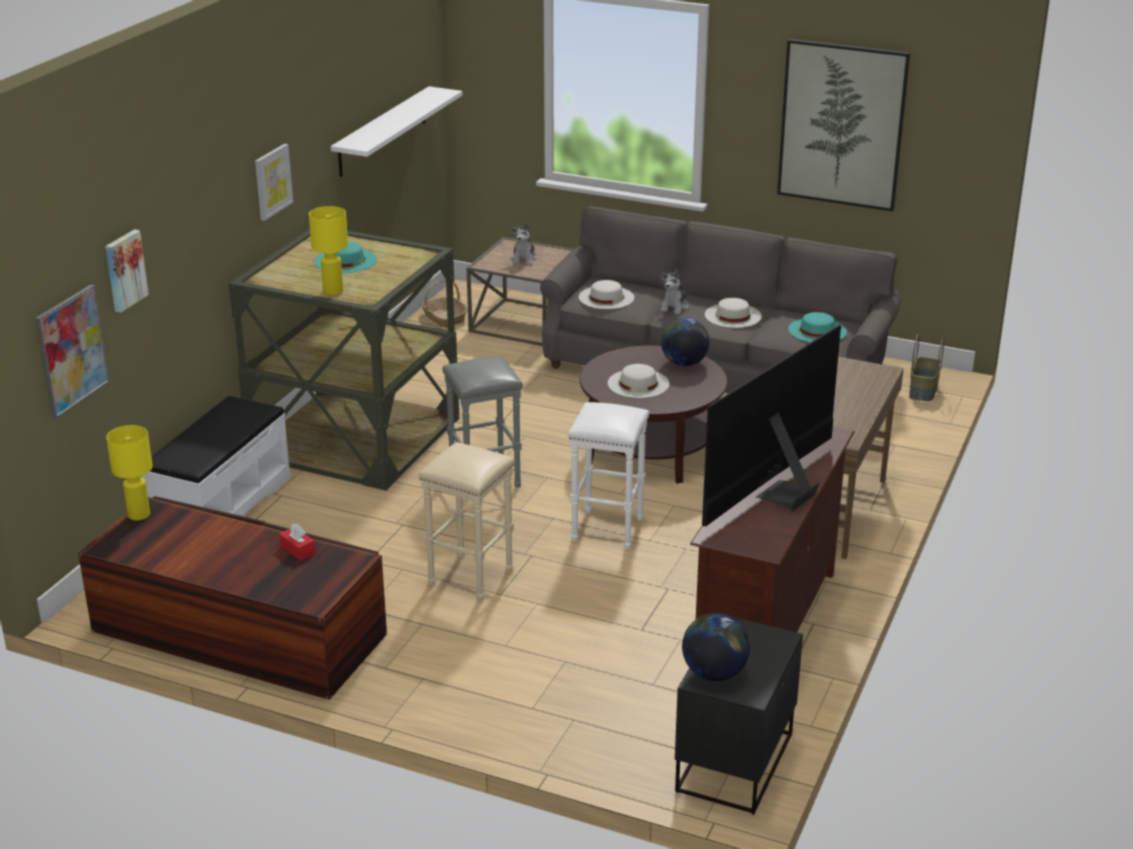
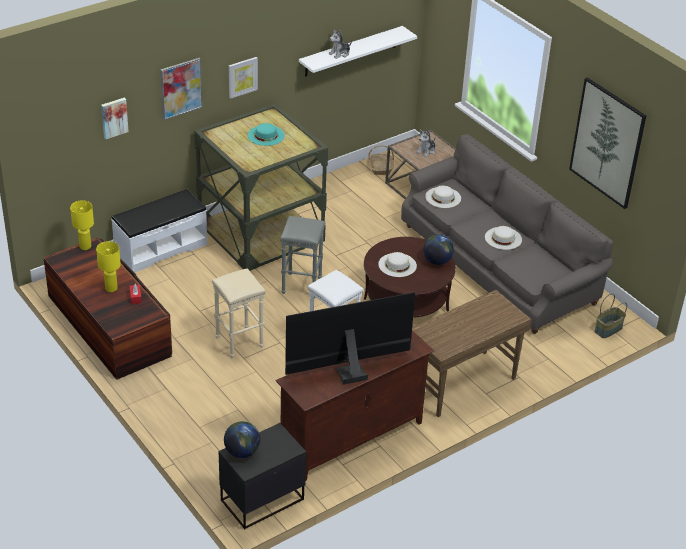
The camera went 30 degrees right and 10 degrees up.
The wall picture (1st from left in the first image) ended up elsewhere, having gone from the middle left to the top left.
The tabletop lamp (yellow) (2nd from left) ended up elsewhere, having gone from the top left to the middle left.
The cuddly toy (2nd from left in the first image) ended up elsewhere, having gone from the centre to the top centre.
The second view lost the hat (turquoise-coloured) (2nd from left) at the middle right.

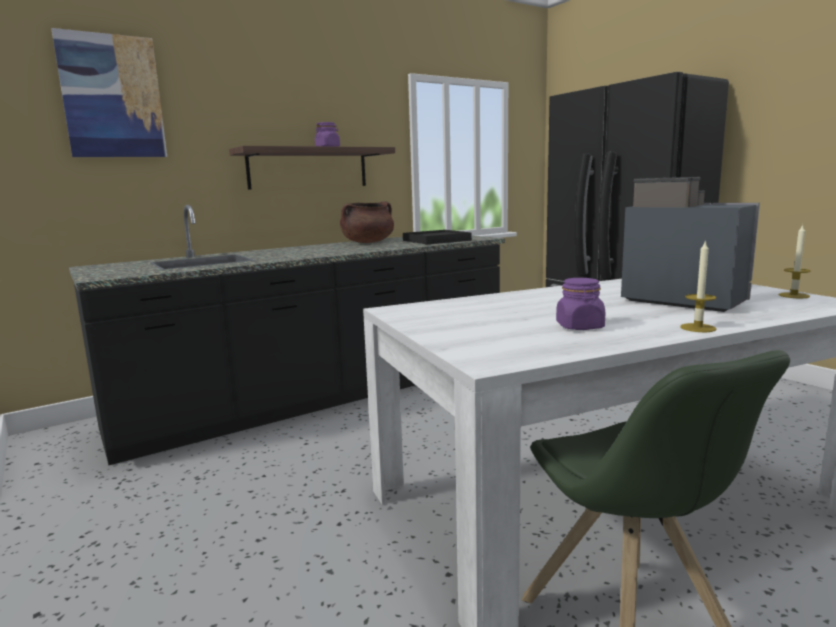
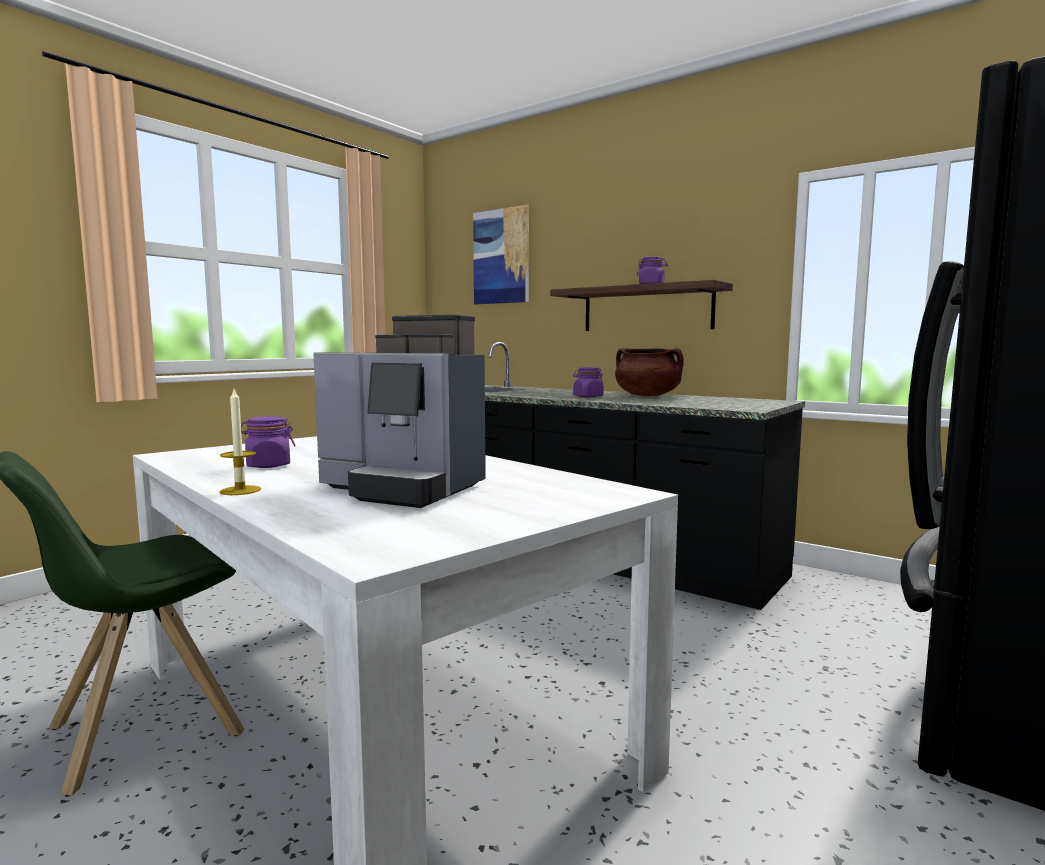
The camera went 70 degrees right and 5 degrees down.
The second view lost the serving tray (black-coloured) at the centre.
The coffee brewer at the middle right ended up facing another way, 90 degrees clockwise from before.
The second view lost the wax light (2nd from left) at the middle right.
The second view gained the jar (purple) (2nd from left) at the centre.

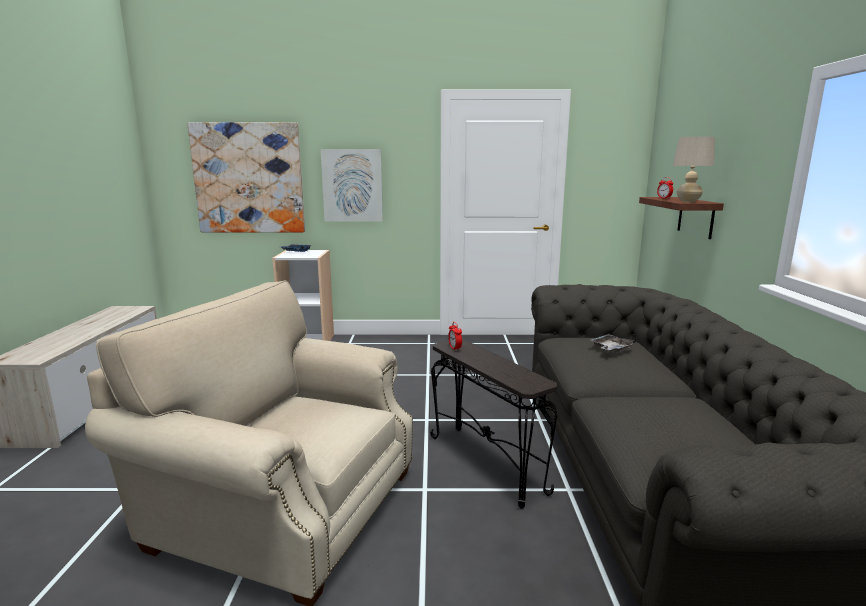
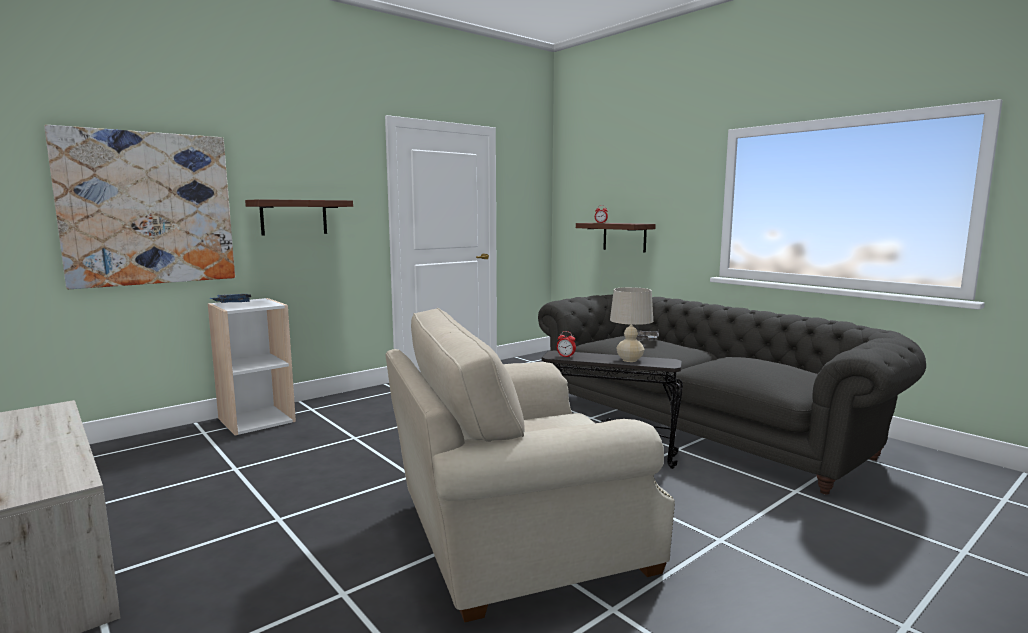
The camera went 40 degrees left and 5 degrees down.
Where the wall picture (2nd from left) hung at the top centre, the bracket shelf (1st from left) came to hang at the middle left.
The tabletop lamp (beige) ended up elsewhere, having gone from the top right to the centre.

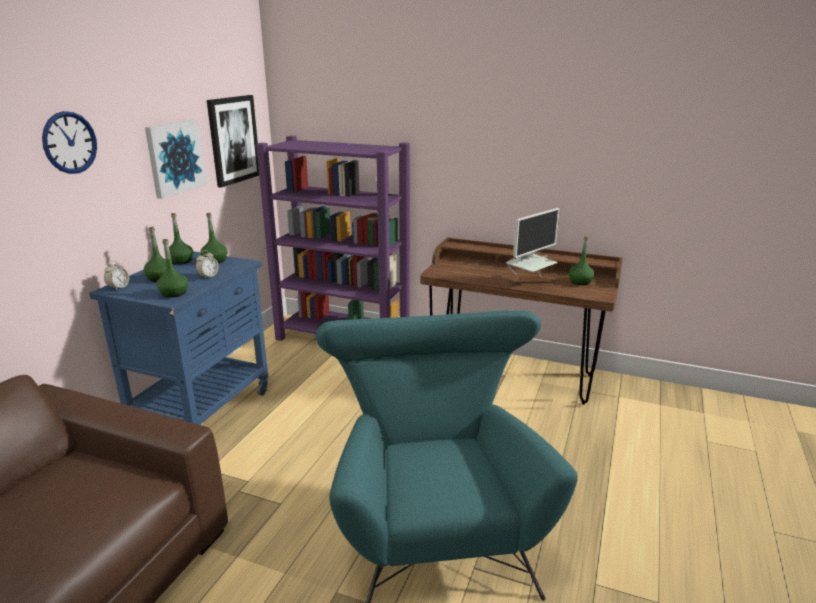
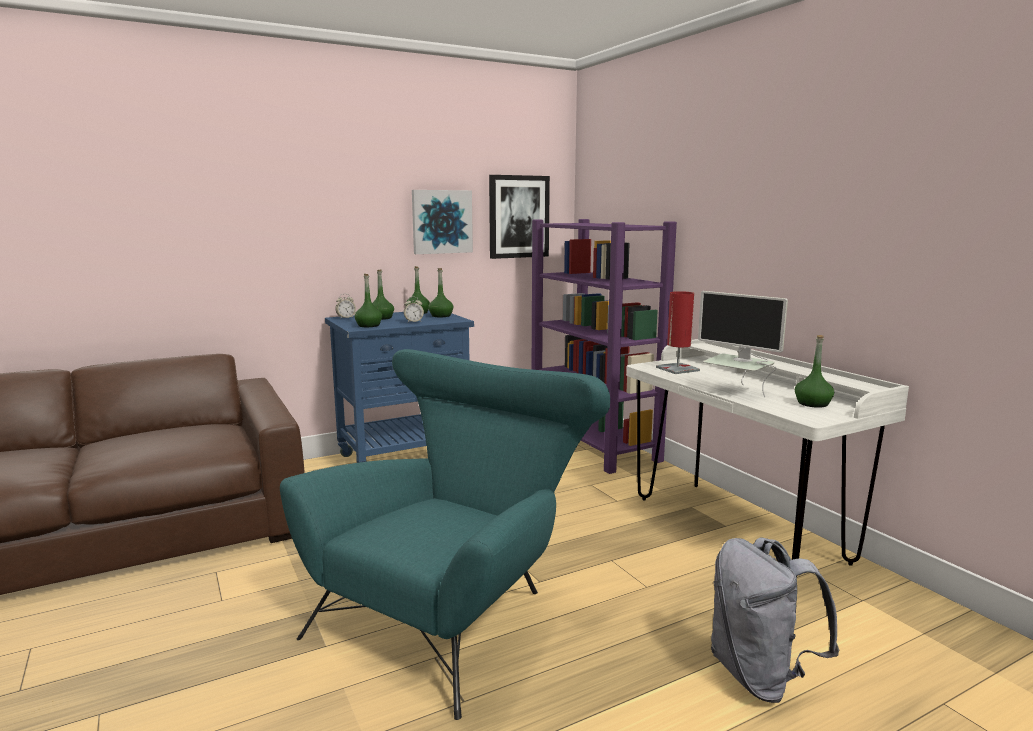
The camera went 40 degrees right and 10 degrees down.
The second view lost the hanging clock at the top left.
What was the desk (brown) at the centre turned into the desk (white) at the middle right.
The computer display at the centre ended up facing another way, 45 degrees clockwise from before.
The second view gained the tabletop lamp (red-coloured) at the centre.
The second view gained the rucksack (greyish) at the bottom right.

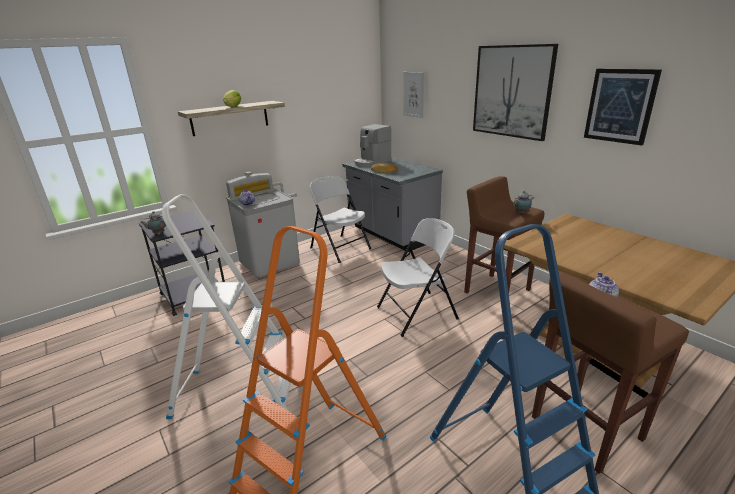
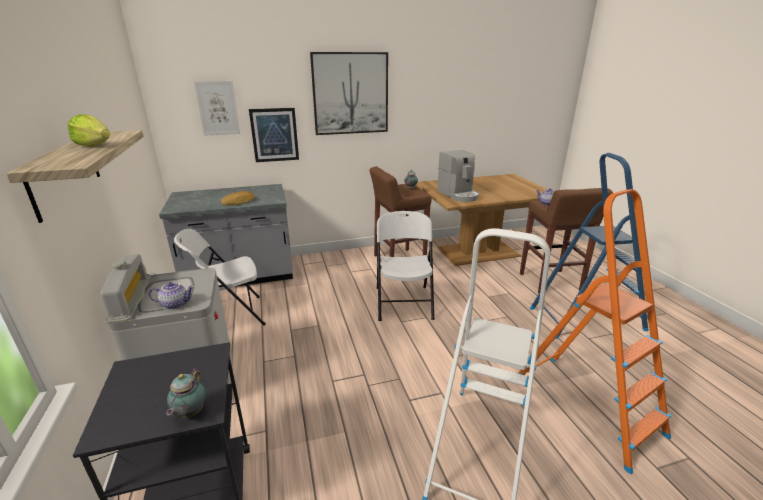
The camera went 70 degrees left and 0 degrees up.
The coffee brewer ended up elsewhere, having gone from the top centre to the centre.
The wall picture (3rd from left in the first image) ended up elsewhere, having gone from the top right to the top centre.

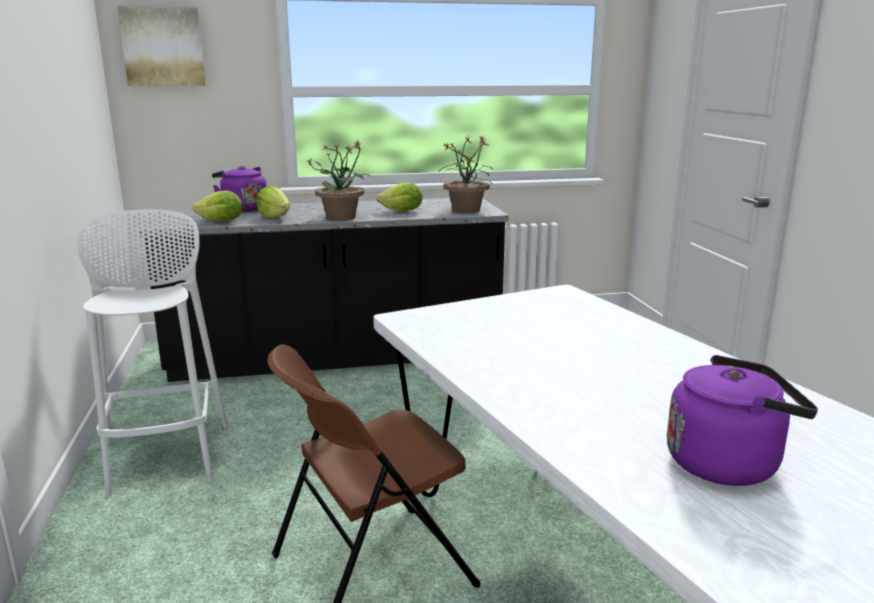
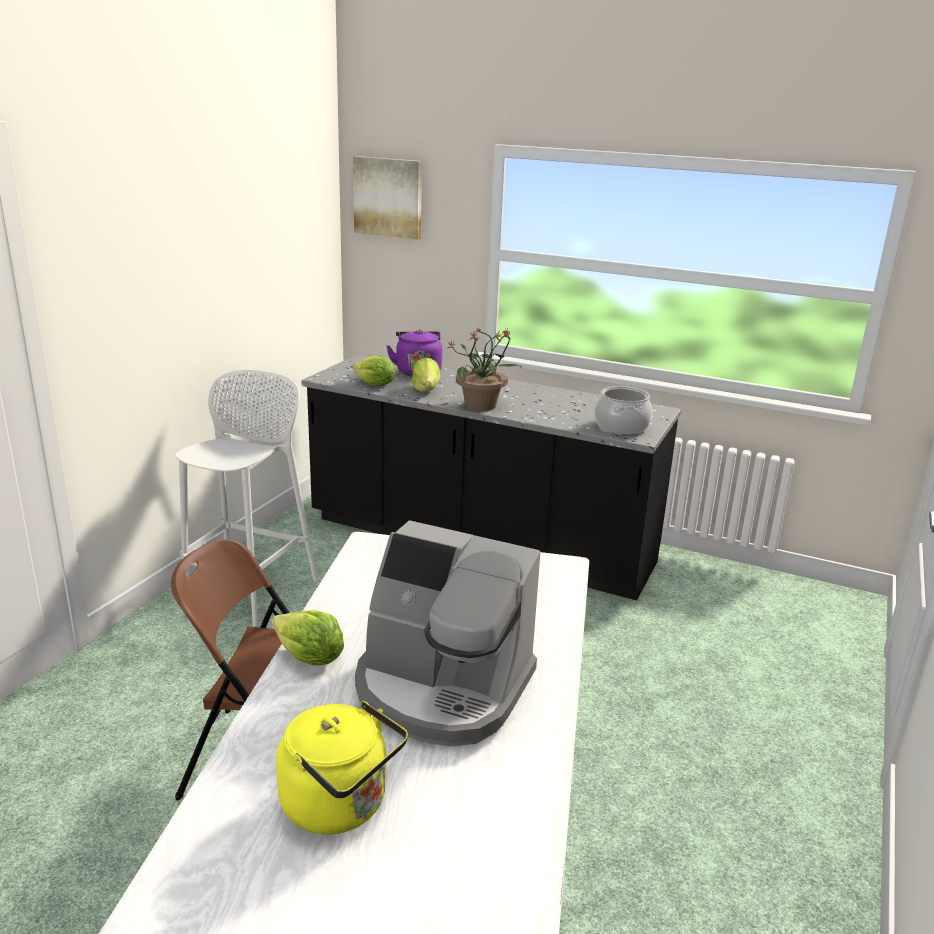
The camera went 35 degrees right and 5 degrees up.
The lettuce head (3rd from left in the first image) ended up elsewhere, having gone from the top centre to the bottom left.
Where the plant in a pot (2nd from left) stood at the top centre, the saucepot came to stand at the middle right.
What was the water kettle (purple) (2nd from left) at the bottom right turned into the water kettle (yellow) at the bottom centre.
The second view gained the coffee brewer at the bottom centre.

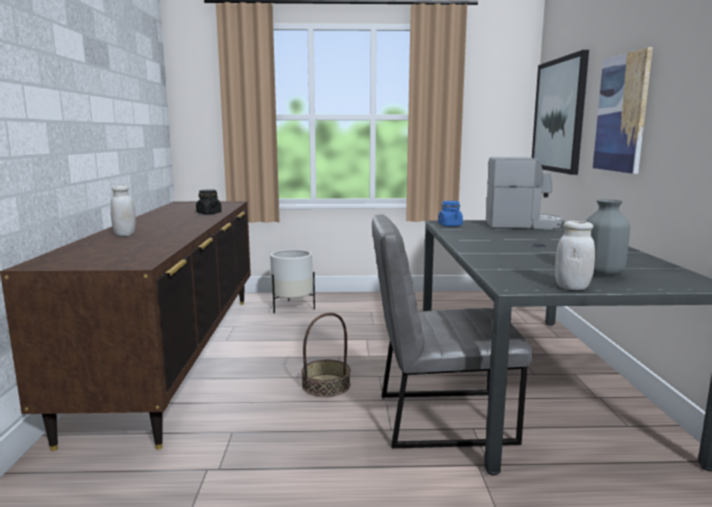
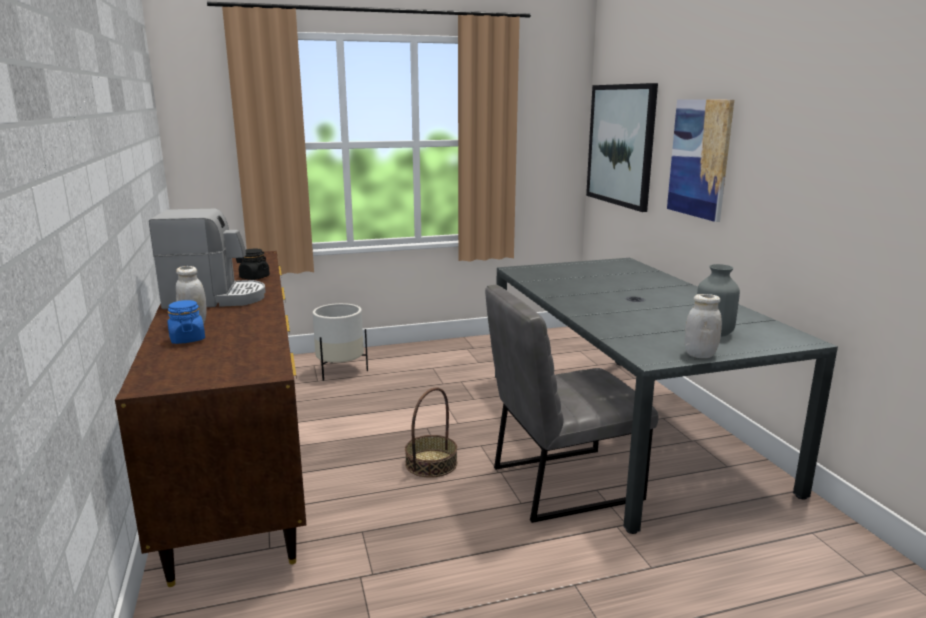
The camera went 15 degrees left and 5 degrees up.
The jar (bluish) ended up elsewhere, having gone from the centre to the middle left.
The coffee brewer ended up elsewhere, having gone from the middle right to the middle left.

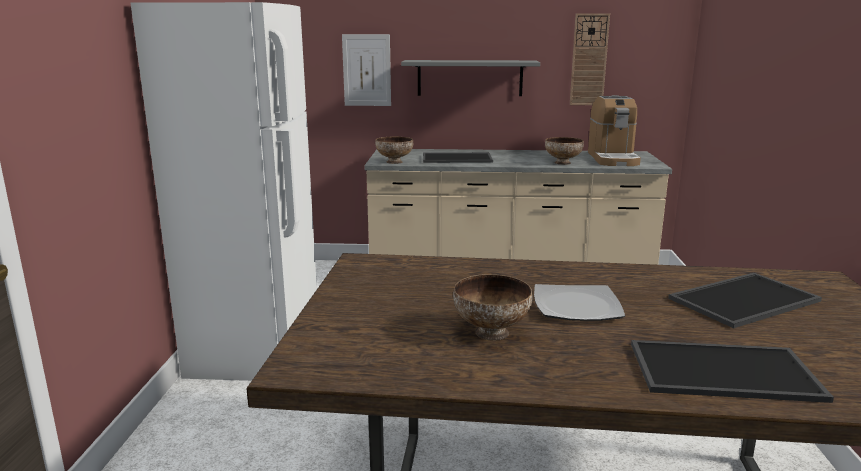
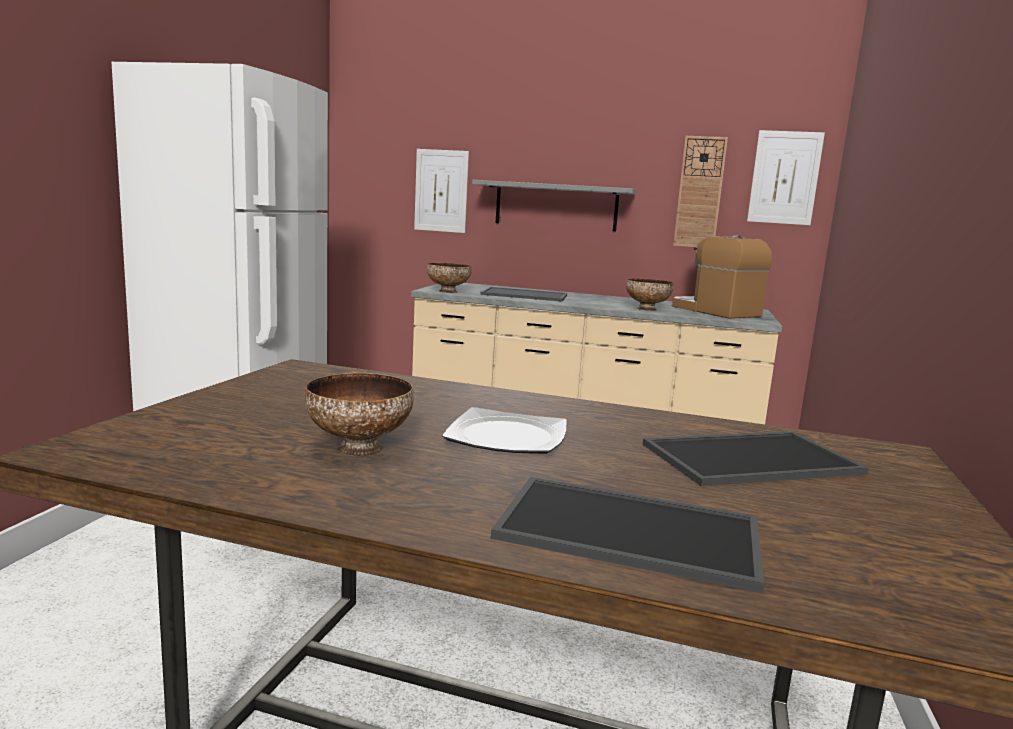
The camera went 10 degrees right and 5 degrees down.
The coffee brewer at the top right ended up facing another way, 135 degrees clockwise from before.
The second view gained the wall picture (2nd from left) at the top right.

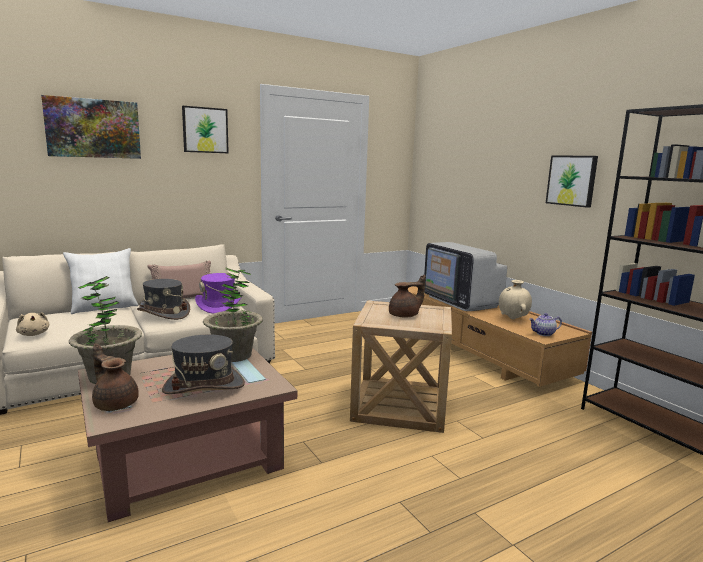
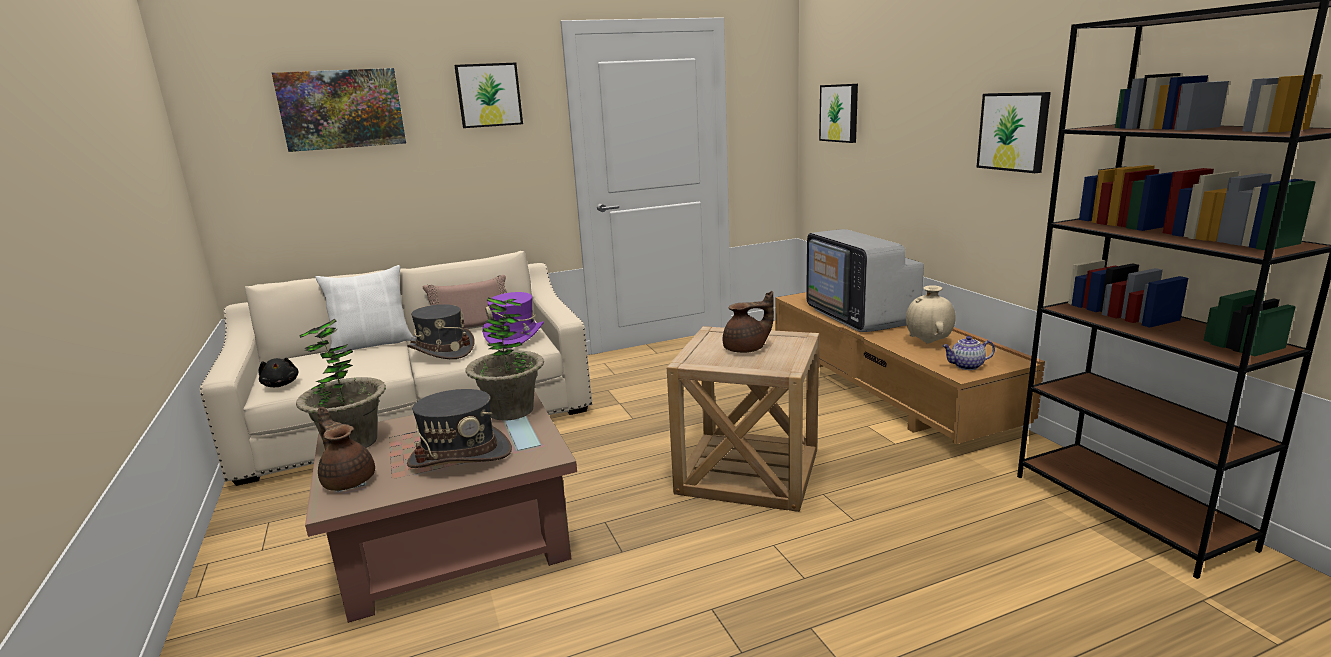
The camera went 10 degrees right and 5 degrees up.
What was the cuddly toy (beige) at the middle left turned into the cuddly toy (black-coloured) at the middle left.
The second view gained the wall picture (3rd from left) at the top centre.

